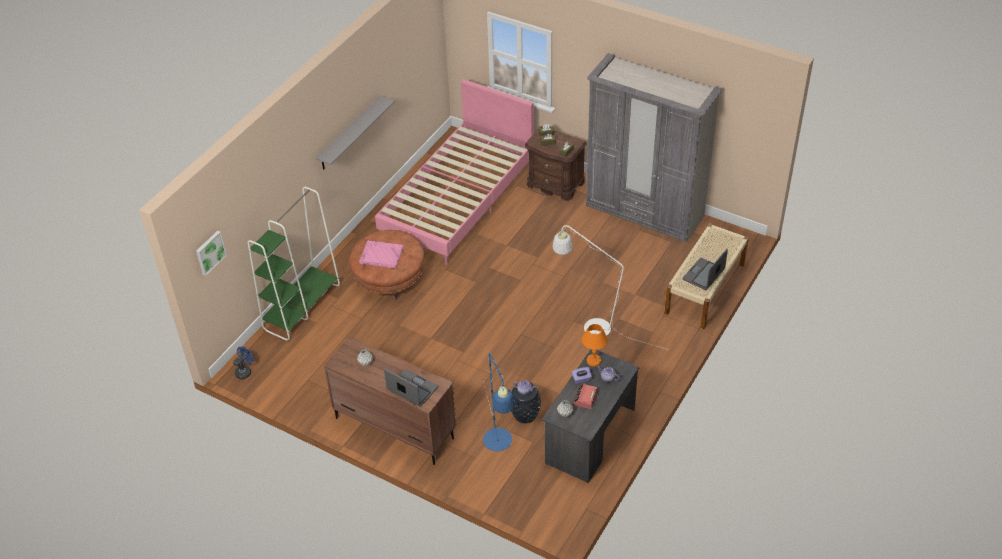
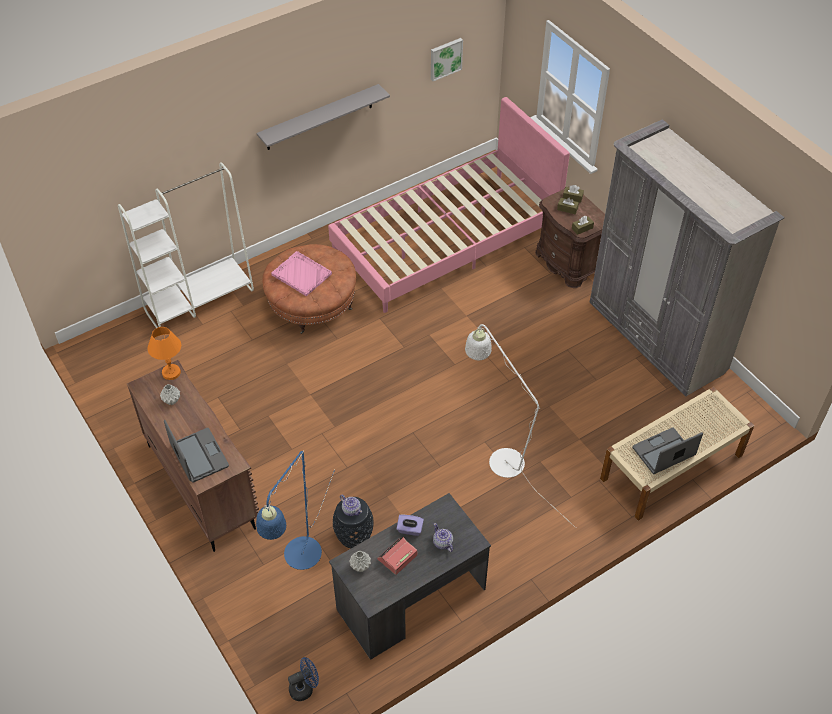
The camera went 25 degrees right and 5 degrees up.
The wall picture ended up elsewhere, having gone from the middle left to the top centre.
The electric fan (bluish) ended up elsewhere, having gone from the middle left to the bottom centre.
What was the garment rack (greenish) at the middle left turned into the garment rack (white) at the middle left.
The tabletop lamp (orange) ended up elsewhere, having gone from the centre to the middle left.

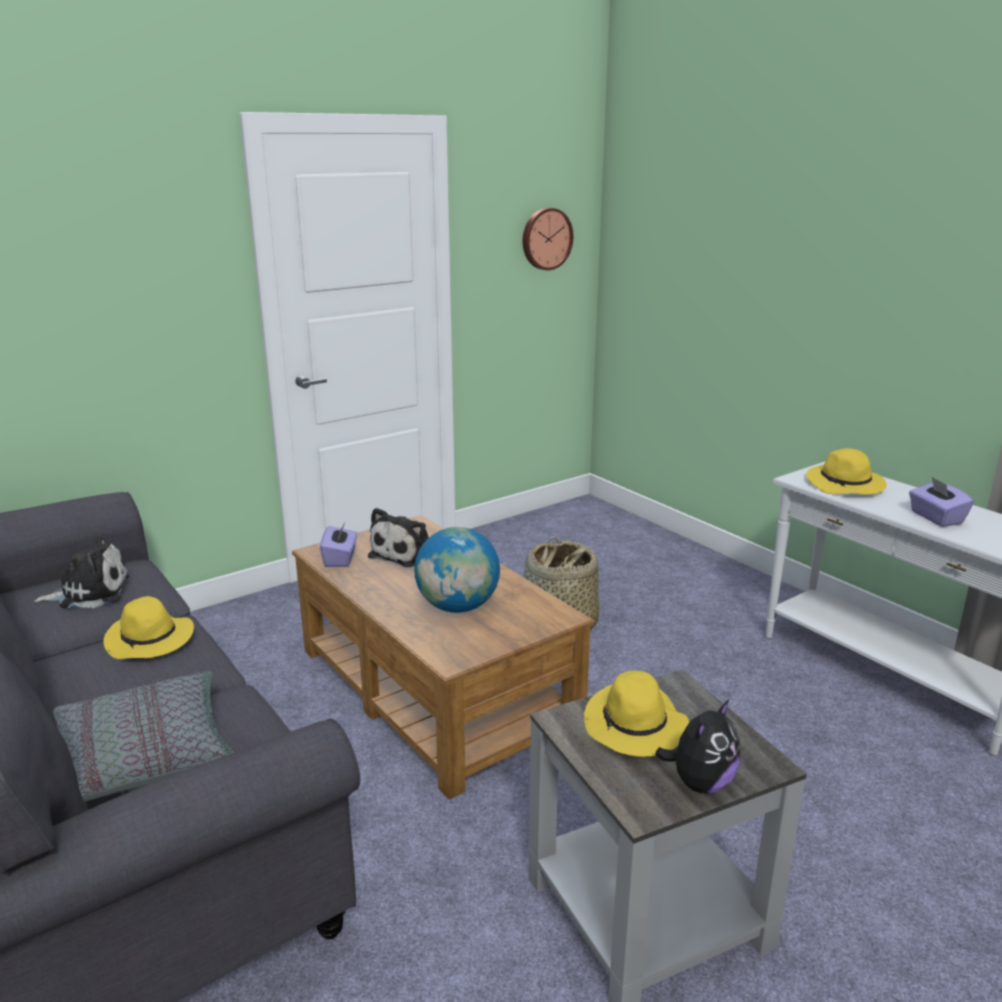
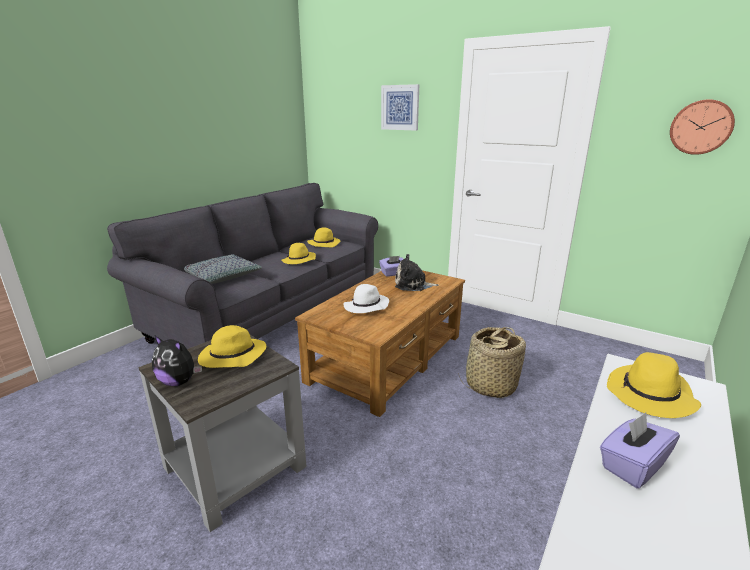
The camera went 70 degrees right and 0 degrees up.
Where the cuddly toy (1st from left) stood at the middle left, the hat (yellow) (3rd from left) came to stand at the centre.
Where the world globe stood at the centre, the hat (white) came to stand at the centre.
The second view gained the wall picture at the top centre.

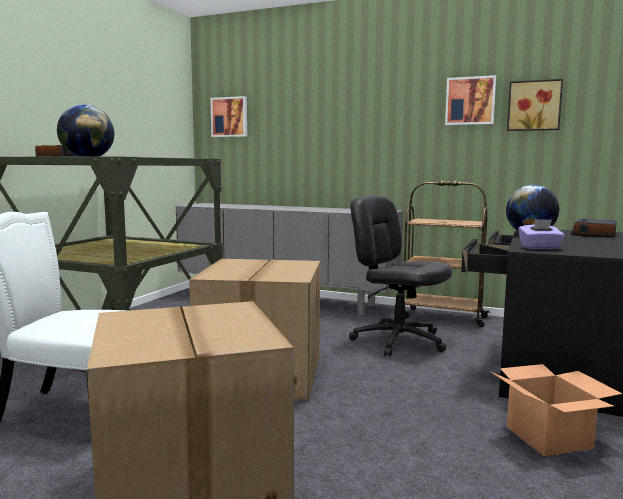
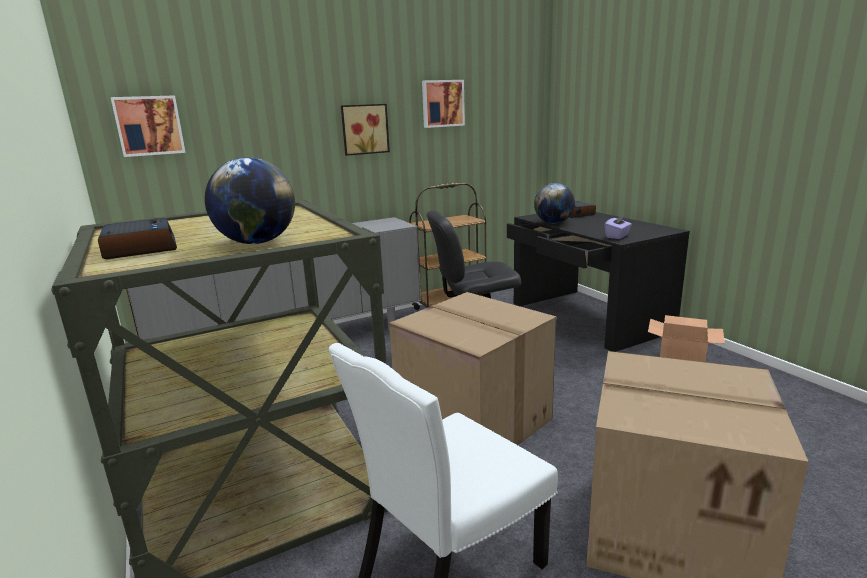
The camera went 50 degrees left and 10 degrees up.
The wall picture (3rd from left in the first image) ended up elsewhere, having gone from the top right to the top centre.

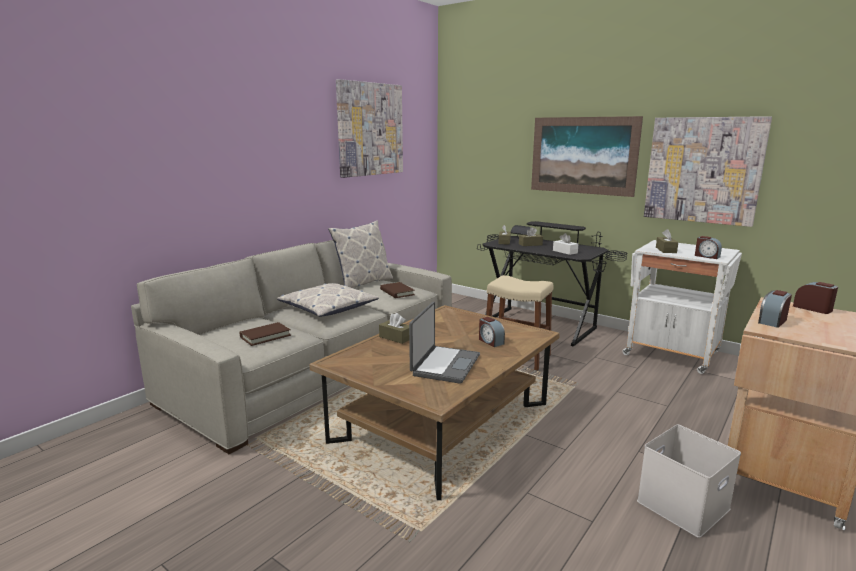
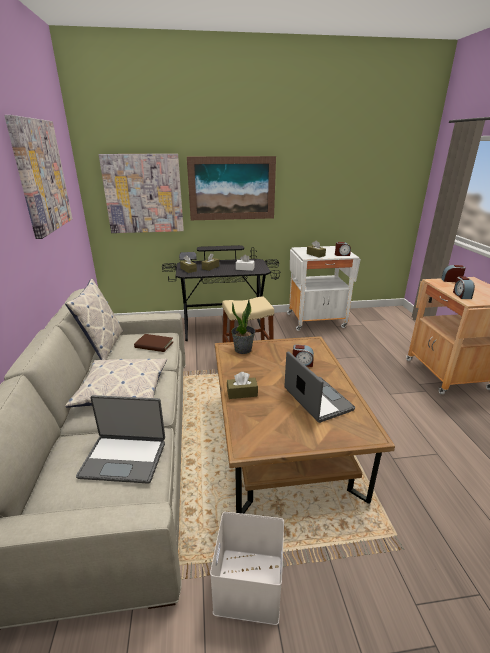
The camera went 45 degrees left and 10 degrees up.
Where the book (brown) (1st from left) stood at the middle left, the portable computer (1st from left) came to stand at the bottom left.
The storage box (white) ended up elsewhere, having gone from the bottom right to the bottom centre.
The wall picture (3rd from left in the first image) ended up elsewhere, having gone from the top right to the top left.
The second view gained the plant in a pot at the centre.

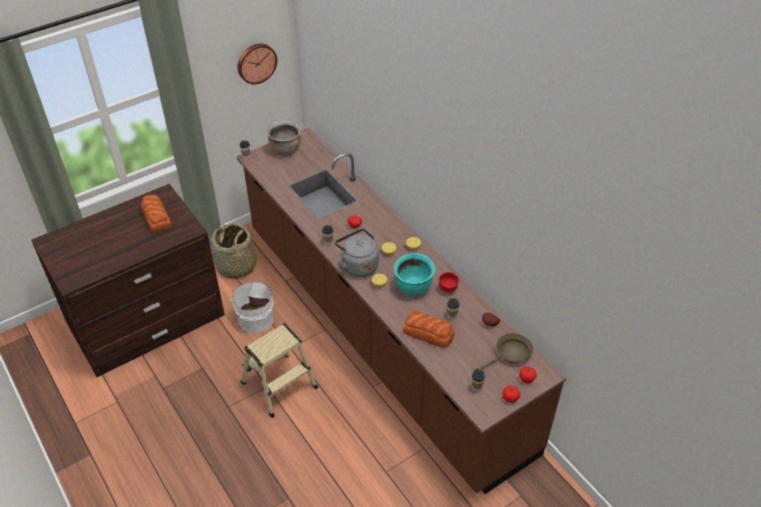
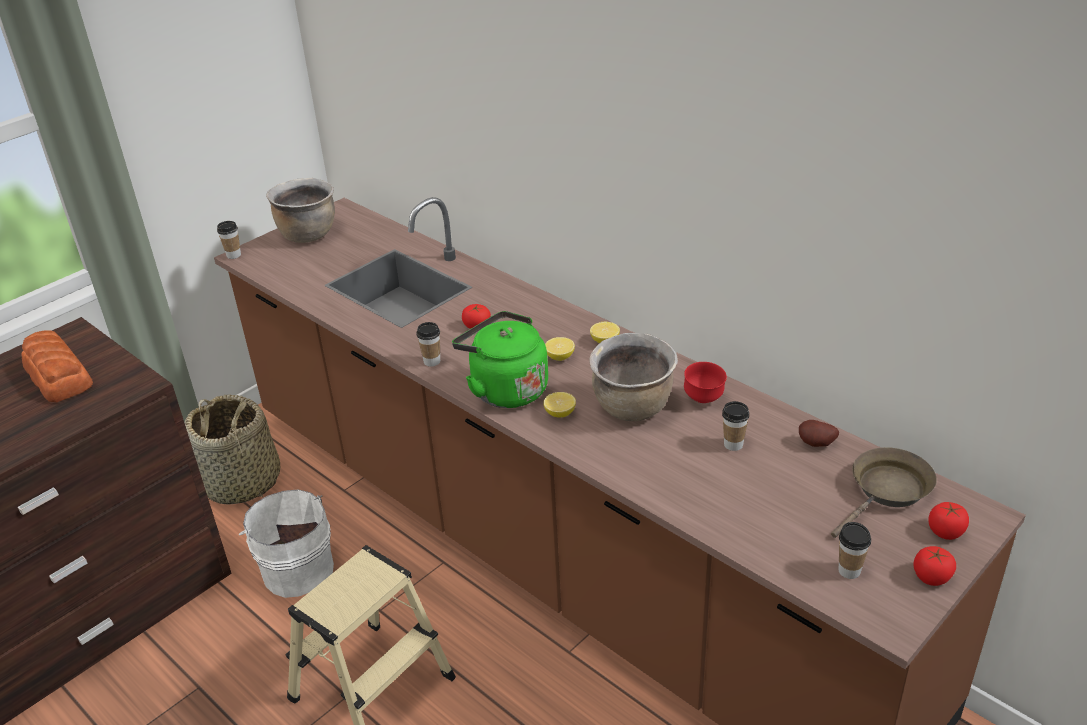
The camera went 10 degrees left and 10 degrees down.
The second view lost the hanging clock at the top centre.
What was the water kettle (greyish) at the centre turned into the water kettle (greenish) at the centre.
What was the saucepot (turquoise-coloured) at the centre turned into the saucepot (brown) (2nd from left) at the centre.
The second view lost the baked bread (2nd from left) at the centre.

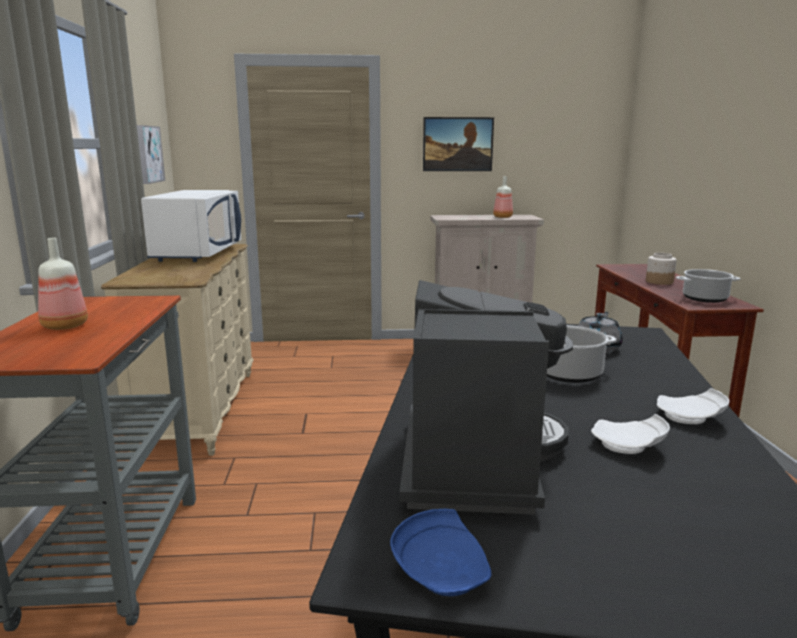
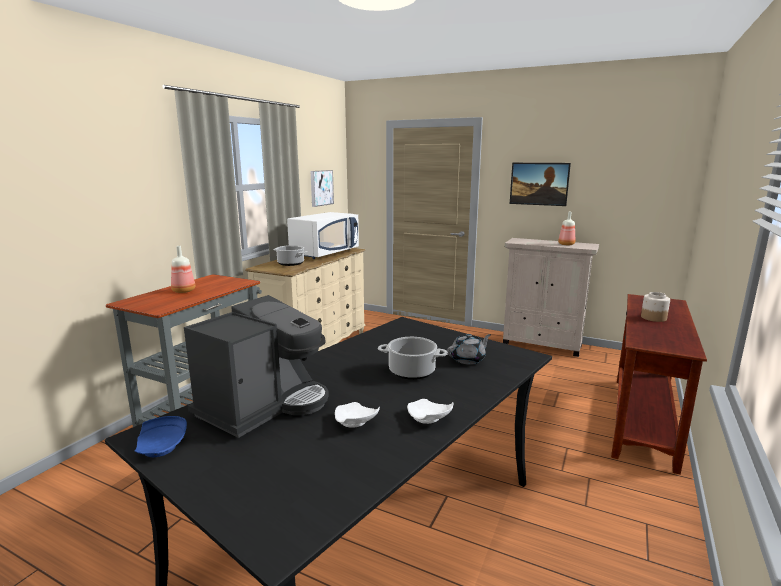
The camera went 30 degrees right and 0 degrees up.
The saucepot (2nd from left in the first image) ended up elsewhere, having gone from the middle right to the centre.

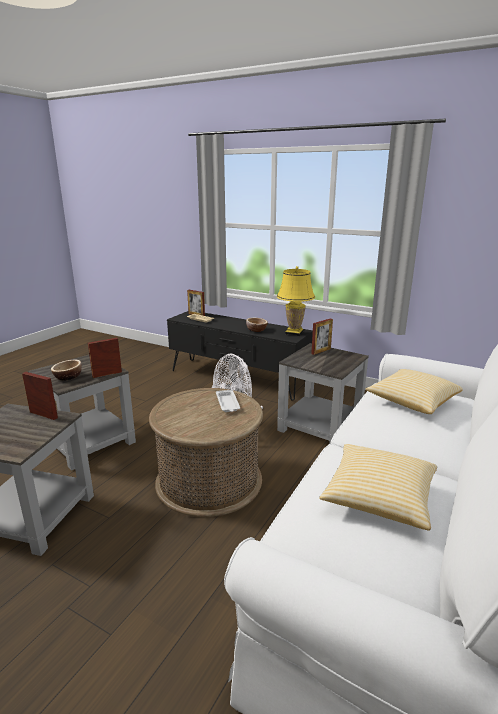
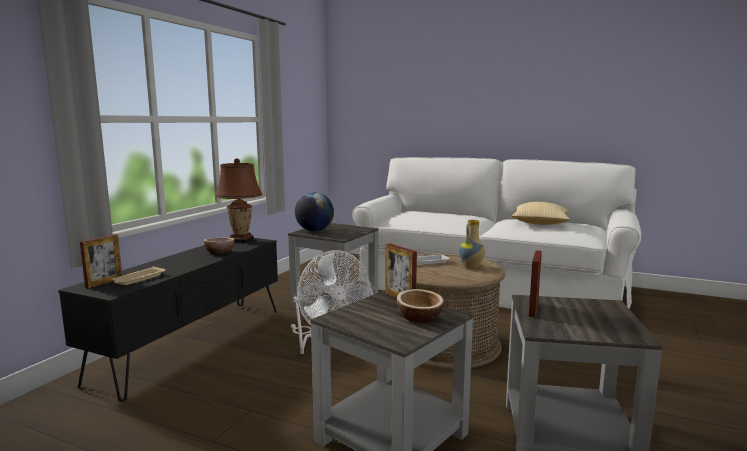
The camera went 95 degrees left and 10 degrees down.
What was the tabletop lamp (yellow) at the centre turned into the tabletop lamp (brown) at the middle left.
Where the photo frame (4th from left) stood at the centre, the world globe came to stand at the centre.
The second view lost the cushion (2nd from left) at the middle right.
The second view gained the decorative vase at the centre.

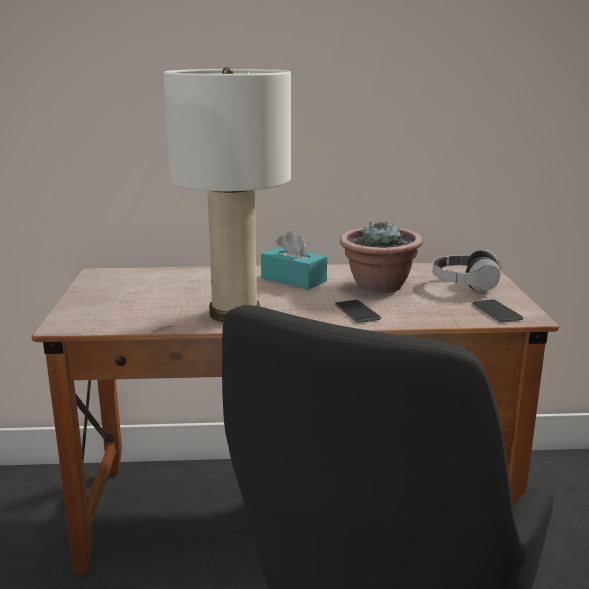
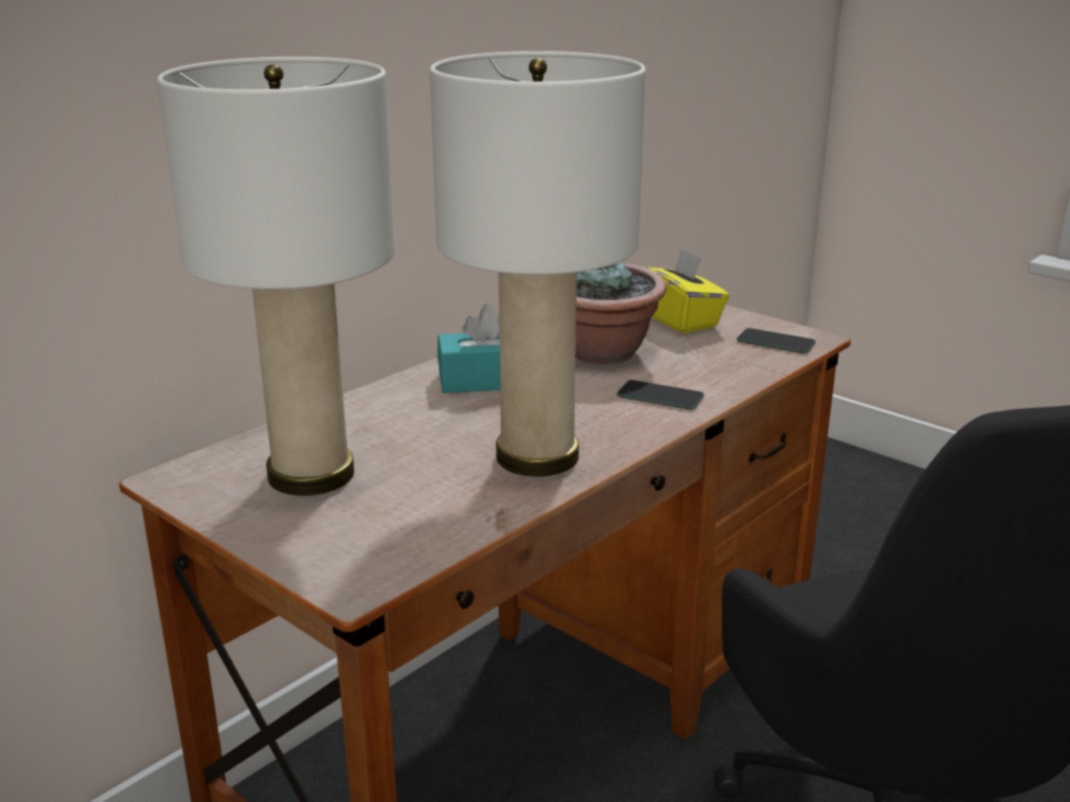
The camera went 45 degrees left and 5 degrees up.
Where the headphones stood at the middle right, the tissue holder (yellow) came to stand at the centre.
The second view gained the tabletop lamp (white) (1st from left) at the middle left.

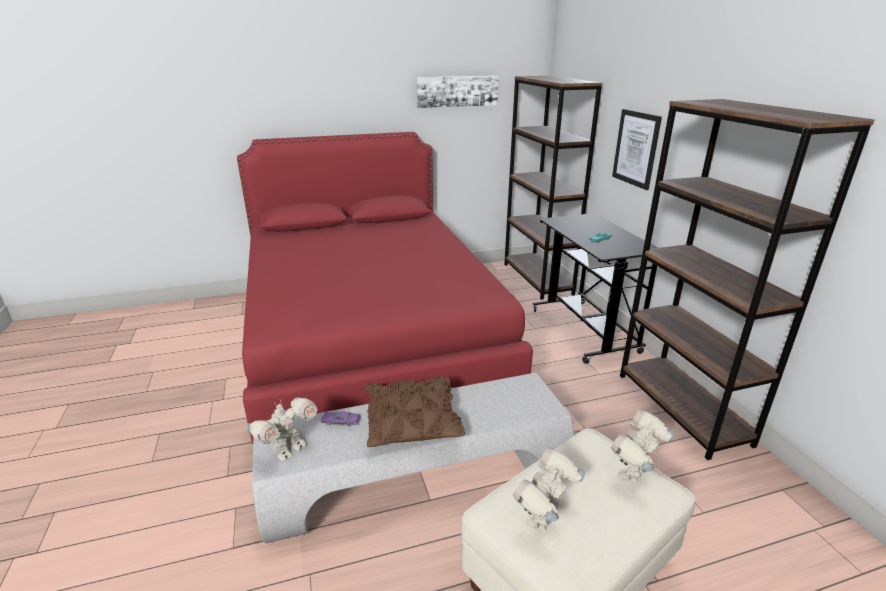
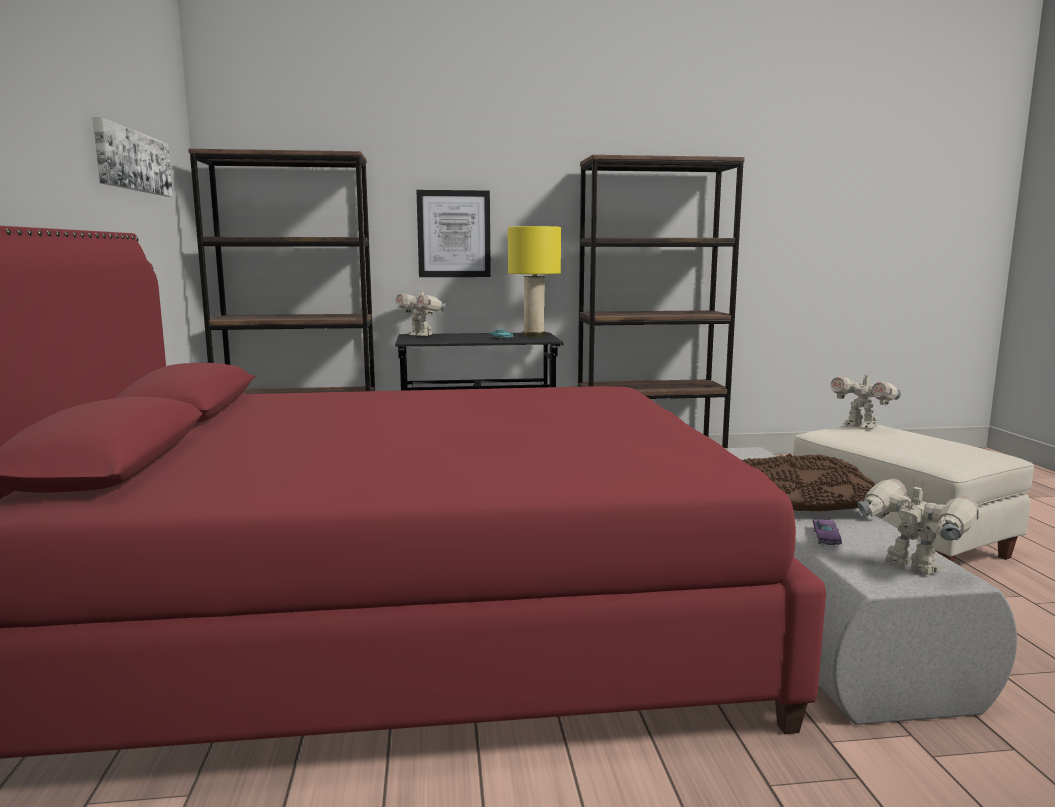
The camera went 80 degrees left and 15 degrees down.
The robot figure (2nd from left in the first image) ended up elsewhere, having gone from the bottom centre to the centre.
The second view gained the tabletop lamp (yellow) at the centre.

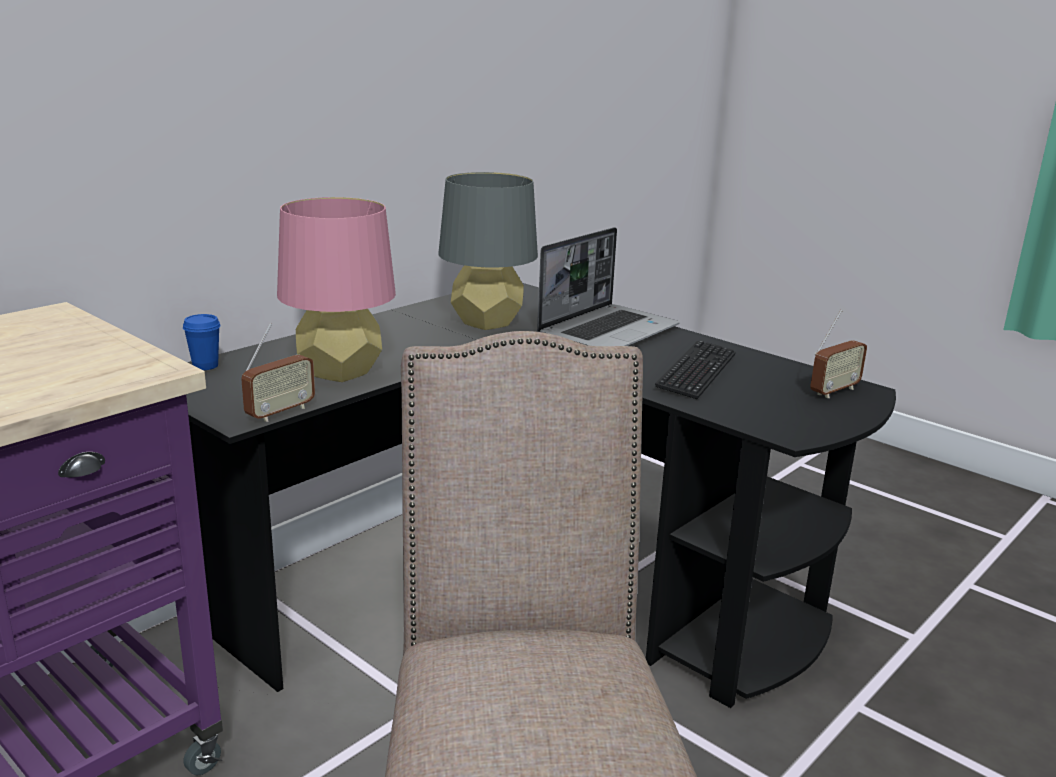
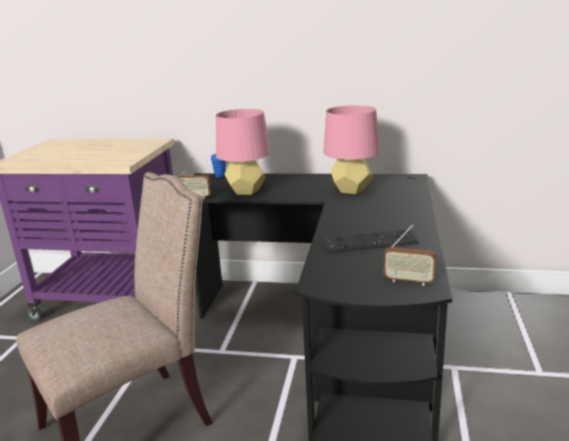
The camera went 60 degrees right and 0 degrees up.
What was the tabletop lamp (greyish) at the top centre turned into the tabletop lamp (pinkish) (2nd from left) at the centre.
The second view lost the portable computer at the centre.

